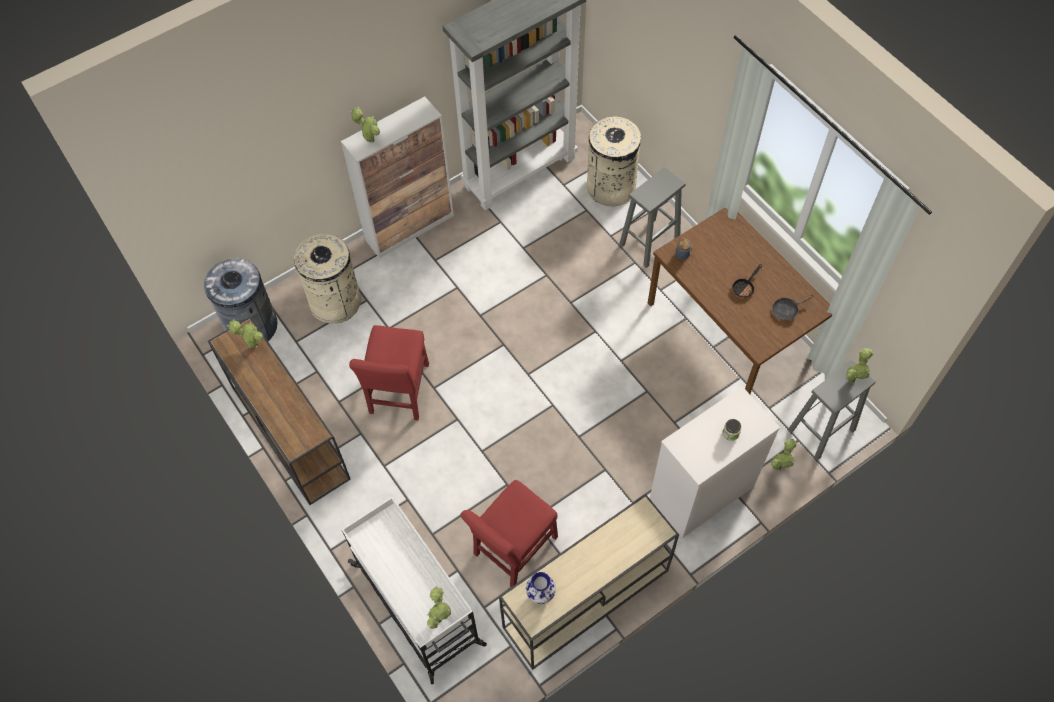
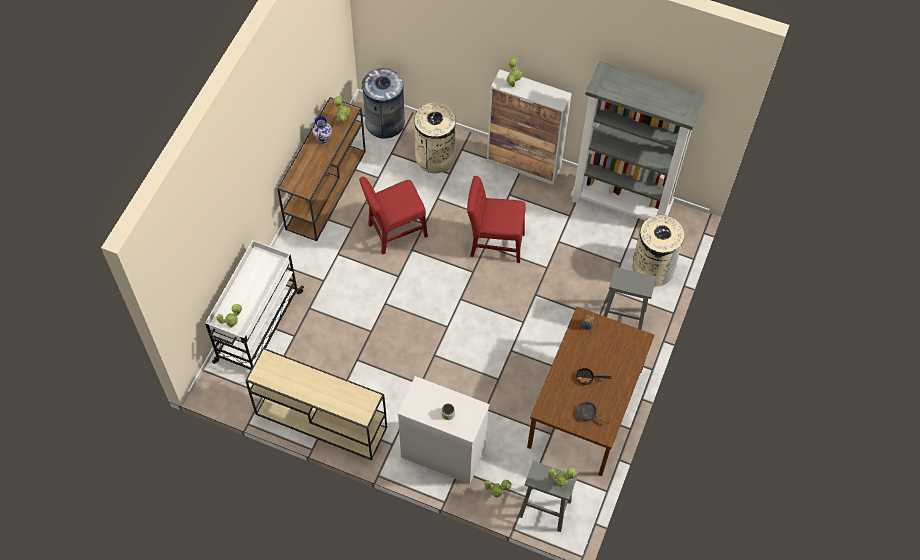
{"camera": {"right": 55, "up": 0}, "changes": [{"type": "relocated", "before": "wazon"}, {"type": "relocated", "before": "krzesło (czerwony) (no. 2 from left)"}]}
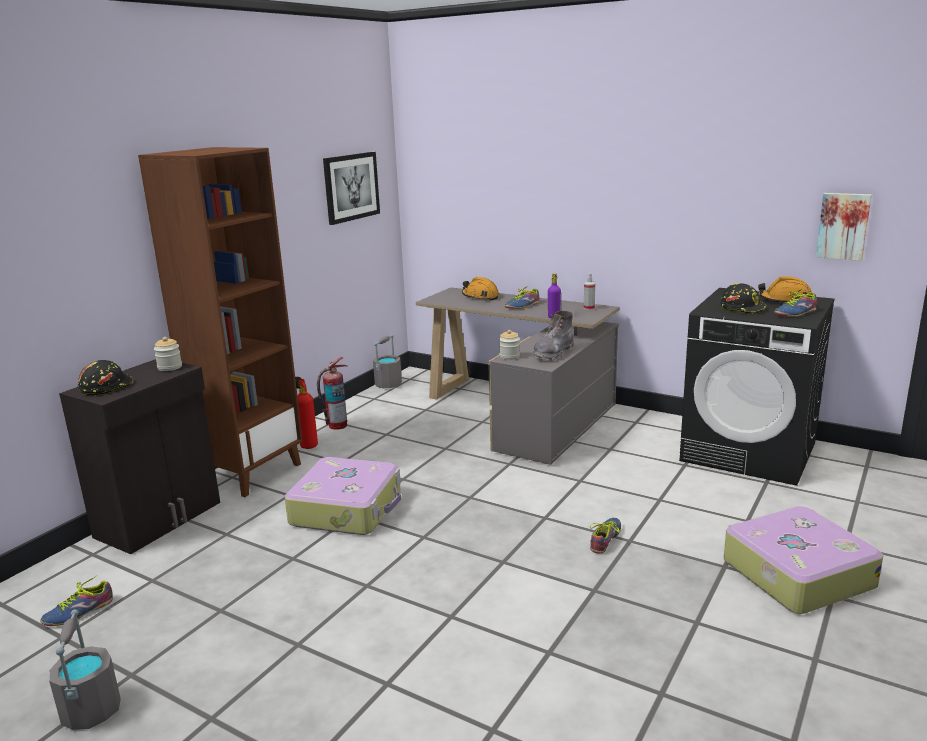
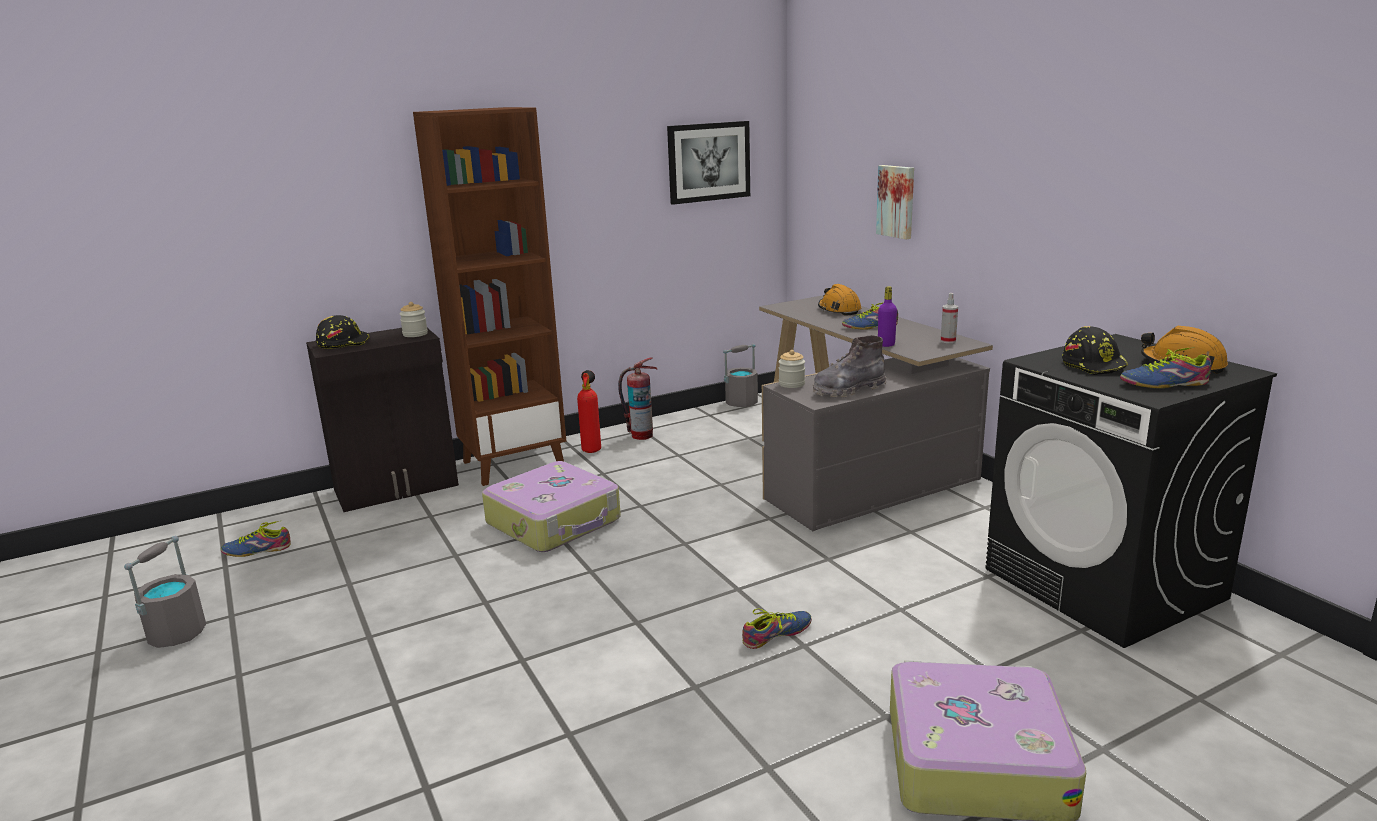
{"camera": {"right": 30, "up": 0}, "changes": [{"type": "relocated", "before": "obraz (no. 2 from left)"}]}
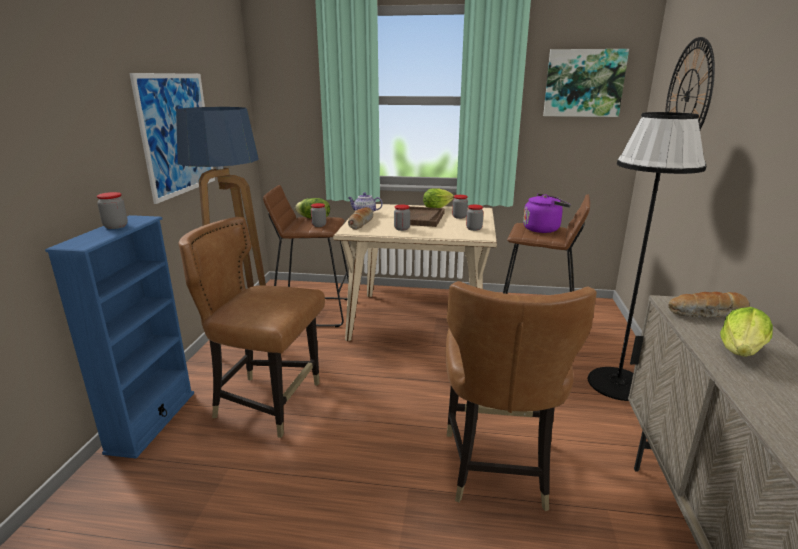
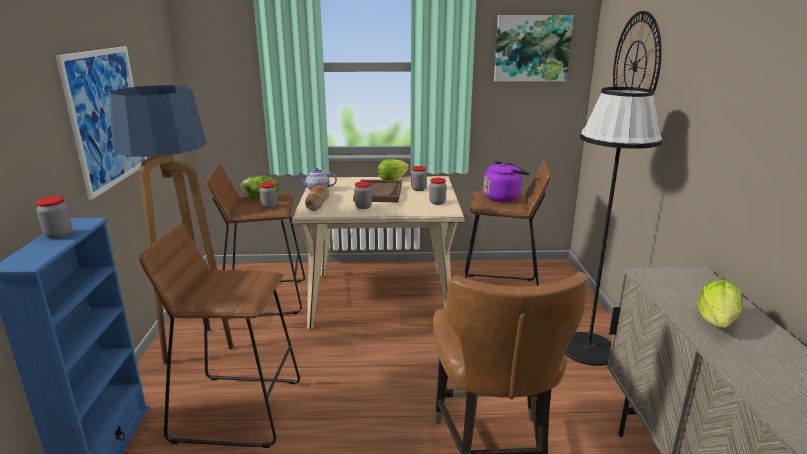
{"camera": {"right": -10, "up": 0}, "changes": [{"type": "exchanged", "before": "krzesło (brązowy) (no. 1 from left)", "after": "stołek (brązowy) (no. 1 from left)"}, {"type": "missing", "before": "chleb (no. 2 from left)"}]}
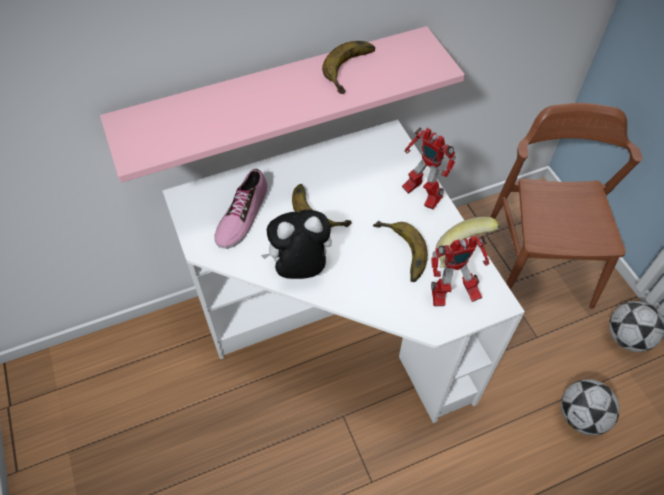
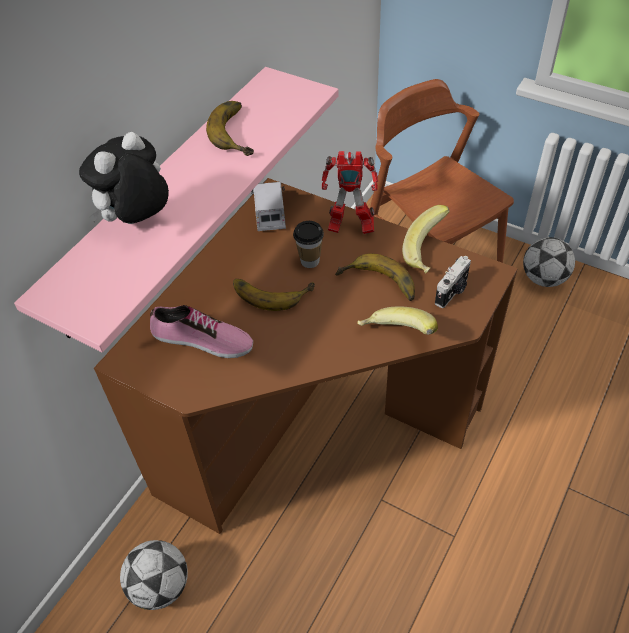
{"camera": {"right": -35, "up": -5}, "changes": [{"type": "relocated", "before": "pluszak"}, {"type": "colour", "before": "biurko (biały)", "after": "biurko (brązowy)"}, {"type": "relocated", "before": "piłka futbolowa (no. 1 from left)"}, {"type": "spun", "before": "but", "turn": -60}, {"type": "appeared", "after": "ciężarówka zabawkowa"}, {"type": "appeared", "after": "filiżanka"}, {"type": "appeared", "after": "banan (no. 4 from left)"}, {"type": "exchanged", "before": "robot zabawkowy (no. 2 from left)", "after": "aparat fotograficzny"}]}
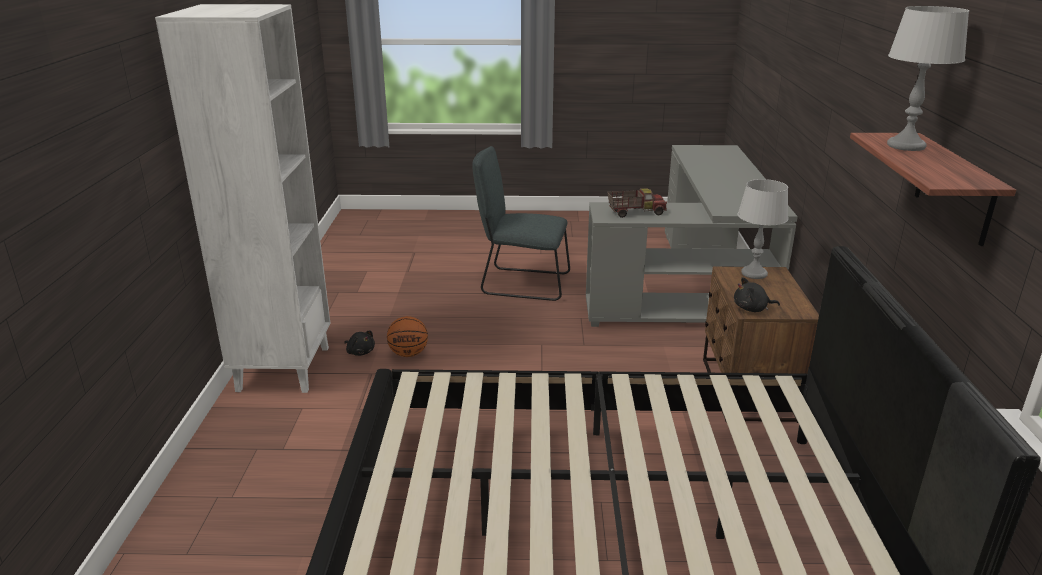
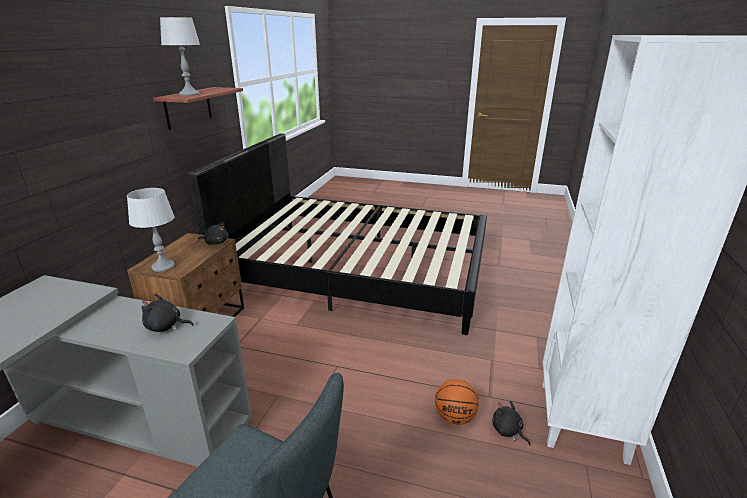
{"camera": {"right": -165, "up": 0}, "changes": [{"type": "exchanged", "before": "ciężarówka zabawkowa", "after": "pluszak (czarny) (no. 1 from left)"}]}
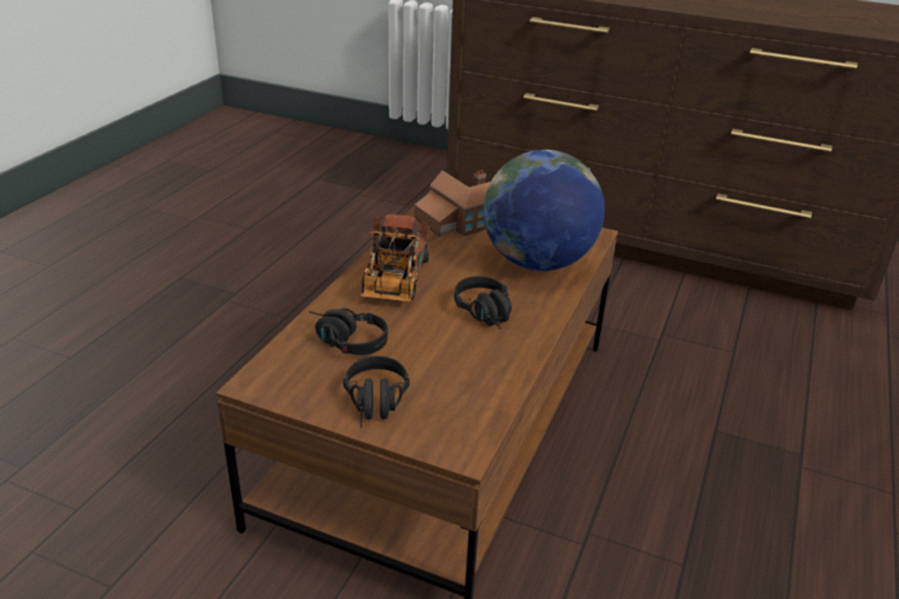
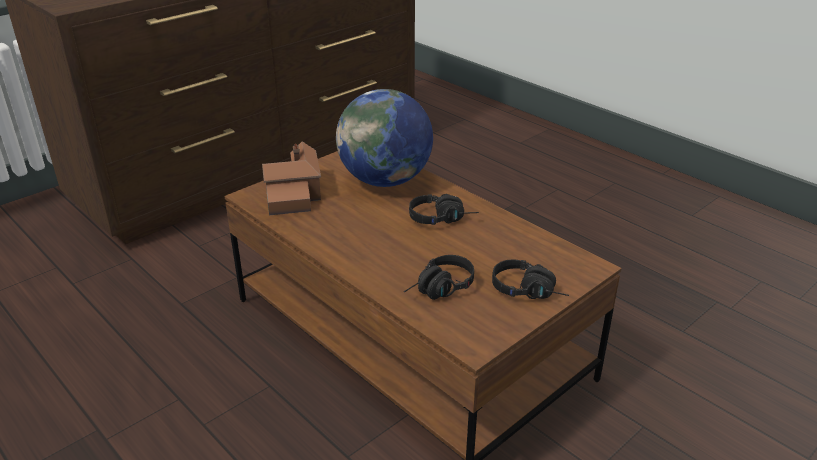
{"camera": {"right": -65, "up": 0}, "changes": [{"type": "missing", "before": "ciężarówka zabawkowa"}]}
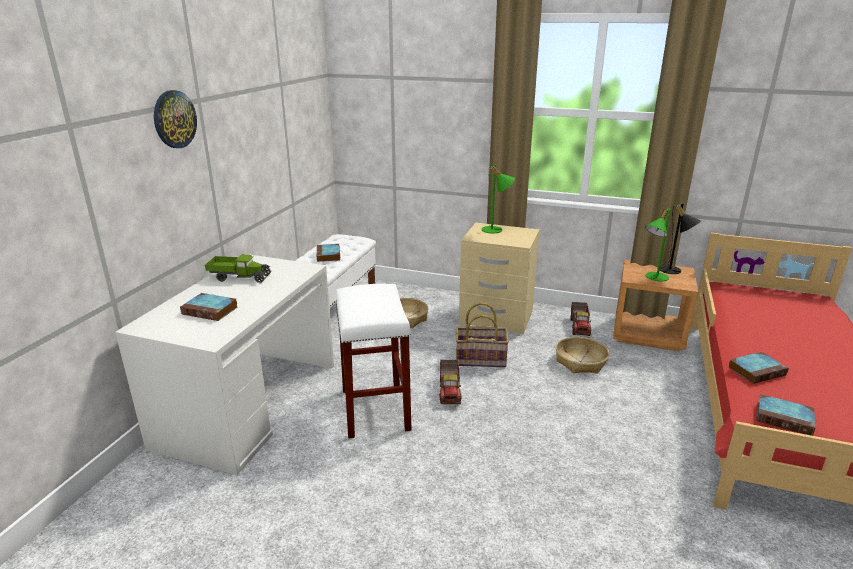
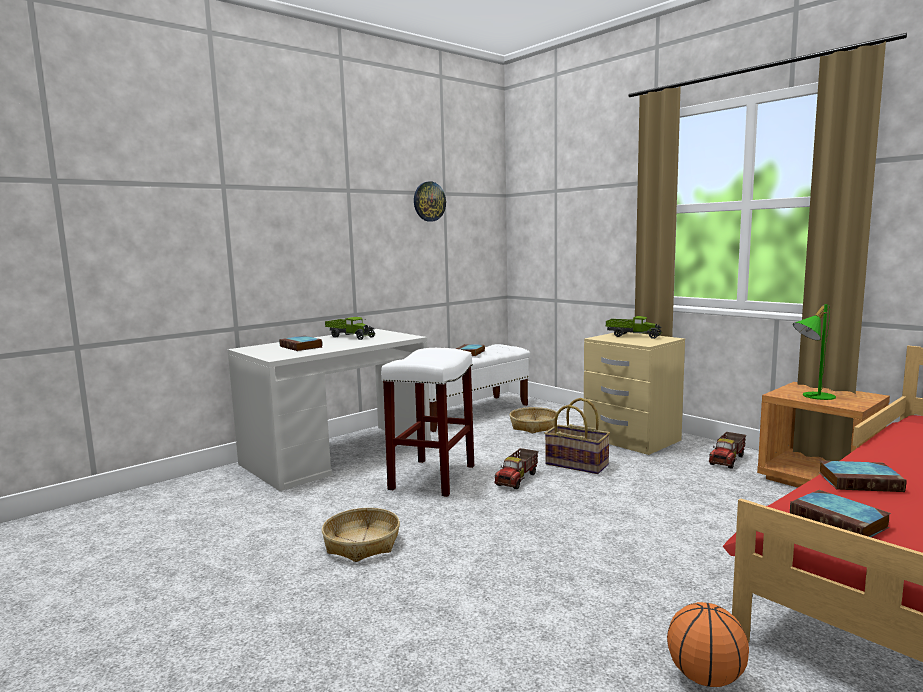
{"camera": {"right": 30, "up": -15}, "changes": [{"type": "relocated", "before": "koszyk (no. 3 from left in the first image)", "after": "koszyk (no. 1 from left)"}, {"type": "relocated", "before": "zegar ścienny"}, {"type": "exchanged", "before": "lampa stołowa (zielony) (no. 1 from left)", "after": "ciężarówka zabawkowa (no. 3 from left)"}, {"type": "appeared", "after": "piłka do koszykówki"}, {"type": "missing", "before": "lampa stołowa (czarny)"}]}
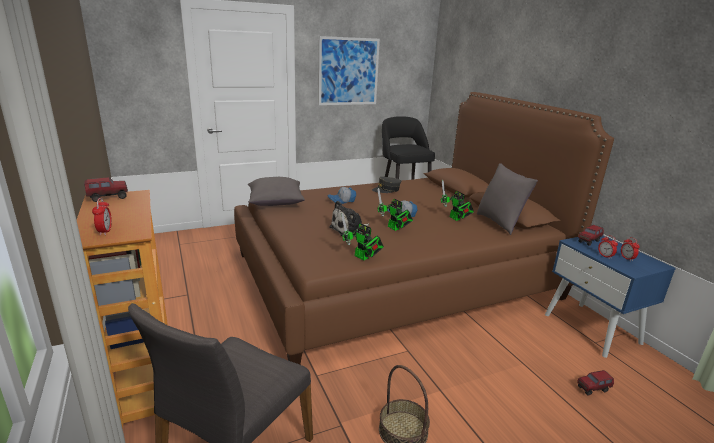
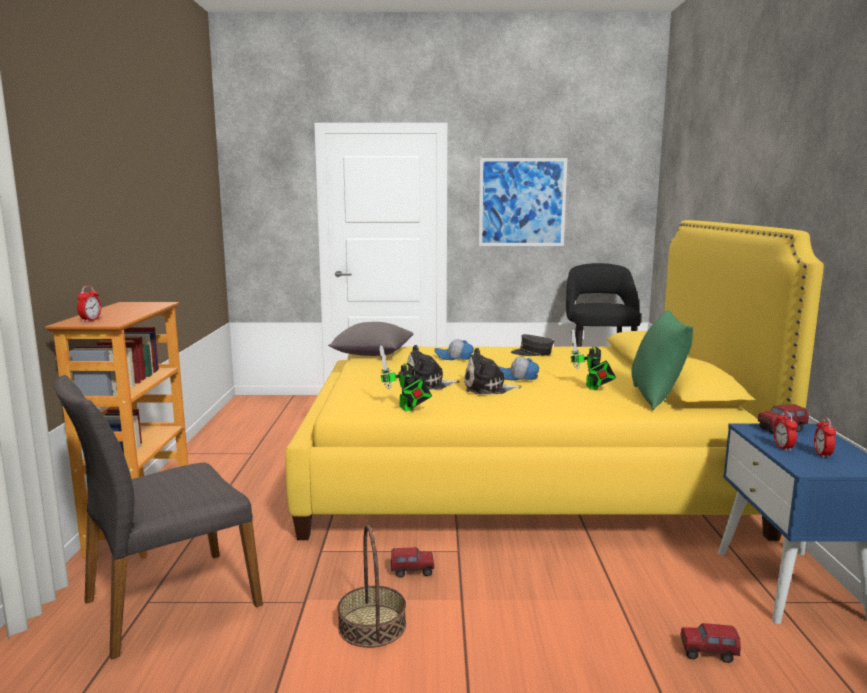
{"camera": {"right": 25, "up": -10}, "changes": [{"type": "colour", "before": "łóżko (brązowy)", "after": "łóżko (żółty)"}, {"type": "relocated", "before": "ciężarówka zabawkowa (no. 1 from left)"}, {"type": "exchanged", "before": "robot zabawkowy (no. 2 from left)", "after": "pluszak (no. 2 from left)"}, {"type": "colour", "before": "poduszka (szary) (no. 2 from left)", "after": "poduszka (zielony)"}]}
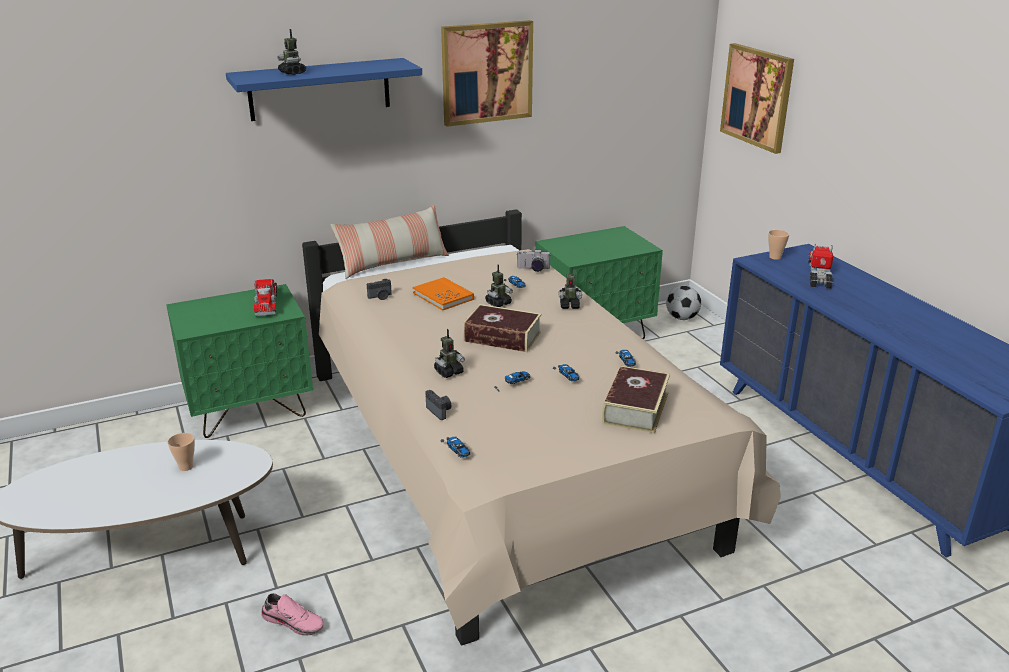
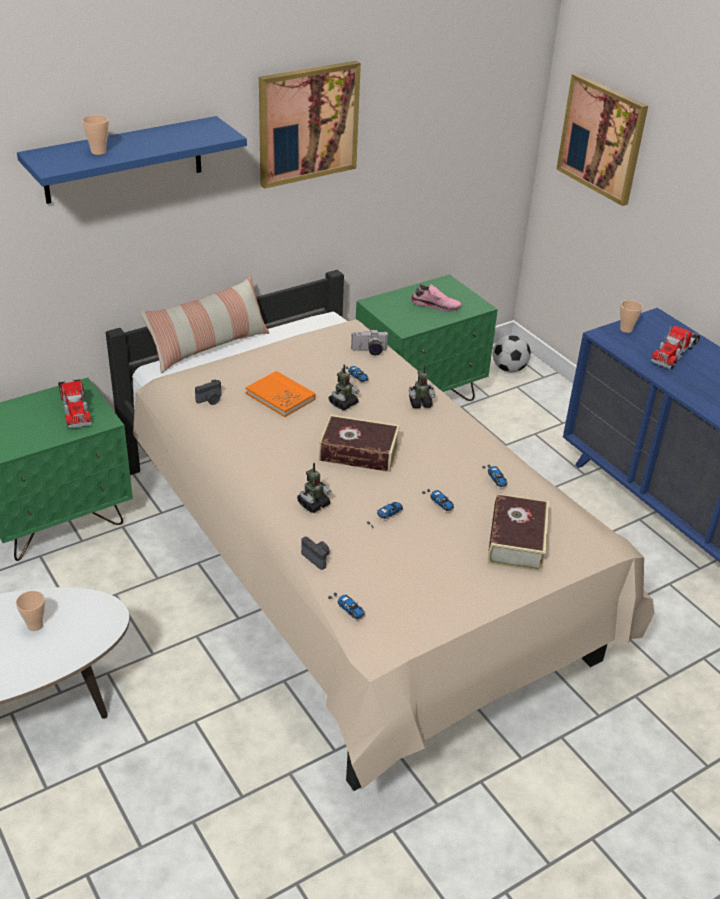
{"camera": {"right": -10, "up": 10}, "changes": [{"type": "exchanged", "before": "robot zabawkowy (no. 1 from left)", "after": "filiżanka (no. 2 from left)"}, {"type": "relocated", "before": "but (różowy)"}, {"type": "spun", "before": "ciężarówka zabawkowa (no. 2 from left)", "turn": -150}]}
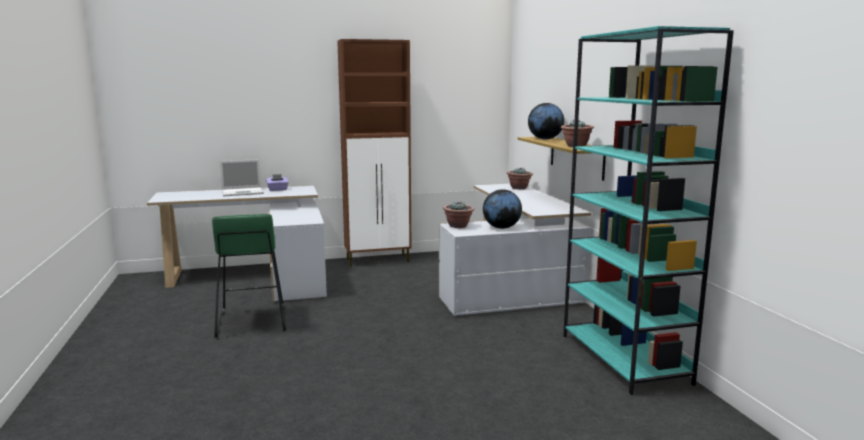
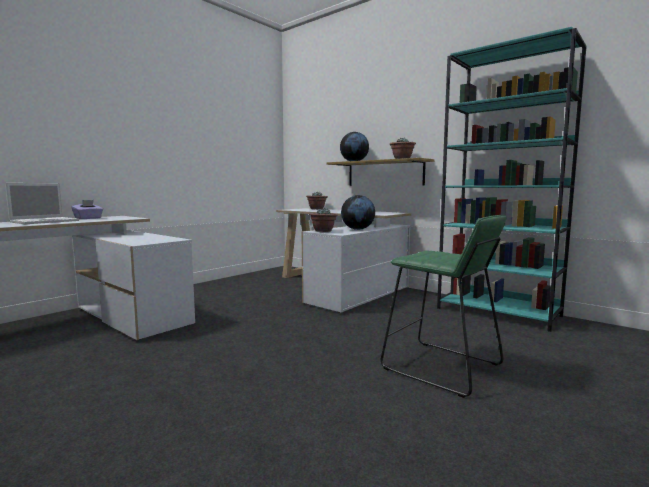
{"camera": {"right": -35, "up": -5}, "changes": [{"type": "relocated", "before": "stołek (zielony)"}, {"type": "missing", "before": "szafka (brązowy)"}]}
